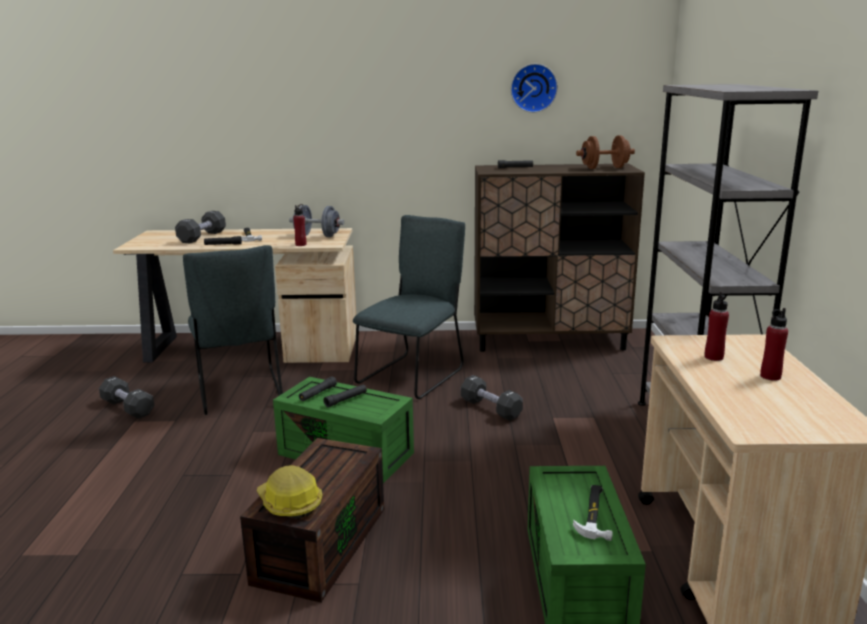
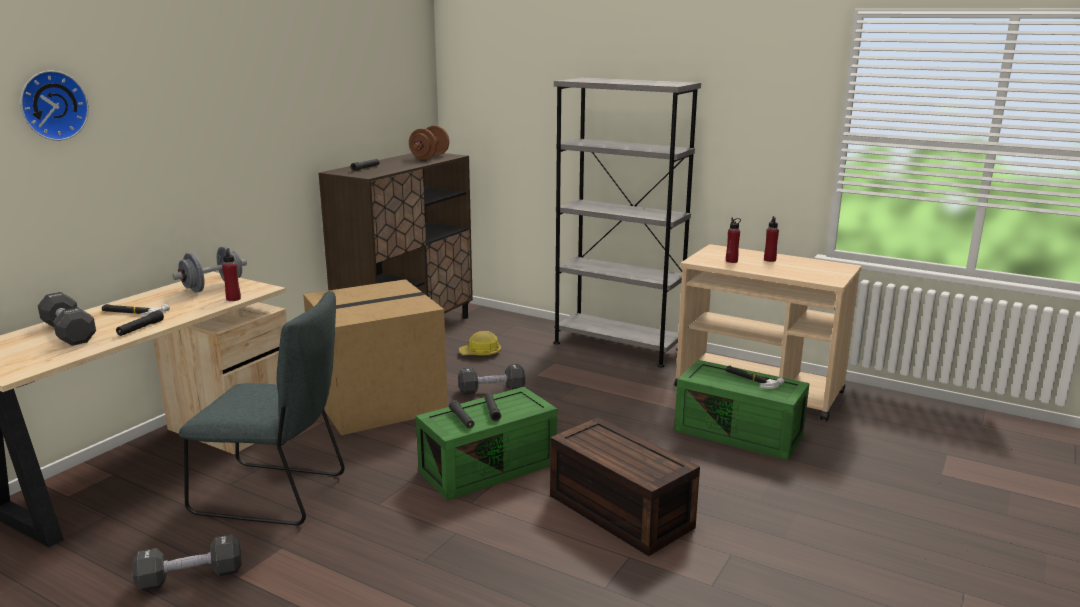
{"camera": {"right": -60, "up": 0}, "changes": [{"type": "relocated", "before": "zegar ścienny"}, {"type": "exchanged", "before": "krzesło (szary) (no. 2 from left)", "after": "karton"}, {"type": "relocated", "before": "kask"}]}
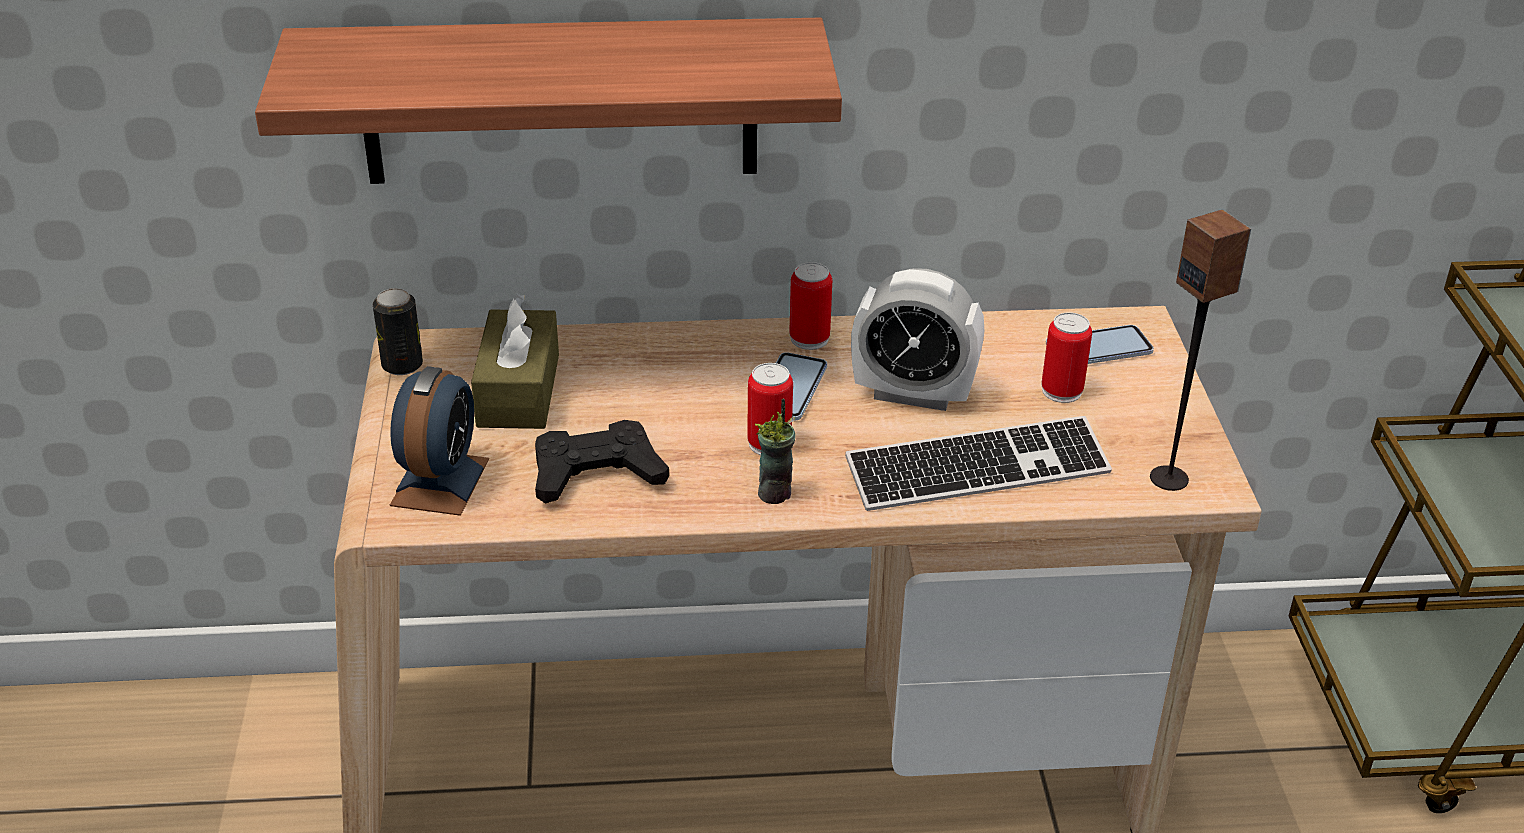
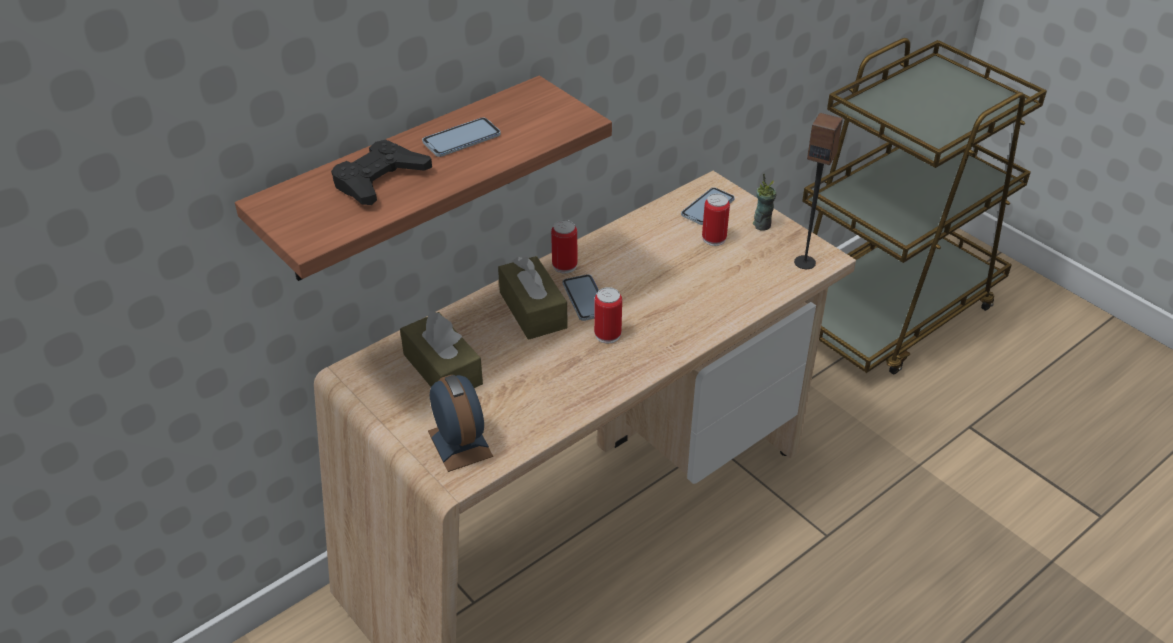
{"camera": {"right": -35, "up": 5}, "changes": [{"type": "relocated", "before": "pad do gier (czarny)"}, {"type": "appeared", "after": "telefon (no. 1 from left)"}, {"type": "appeared", "after": "pudełko chusteczek (brązowy) (no. 2 from left)"}, {"type": "relocated", "before": "filiżanka"}, {"type": "missing", "before": "puszka (no. 1 from left)"}, {"type": "missing", "before": "klawiatura"}, {"type": "missing", "before": "budzik (no. 2 from left)"}]}
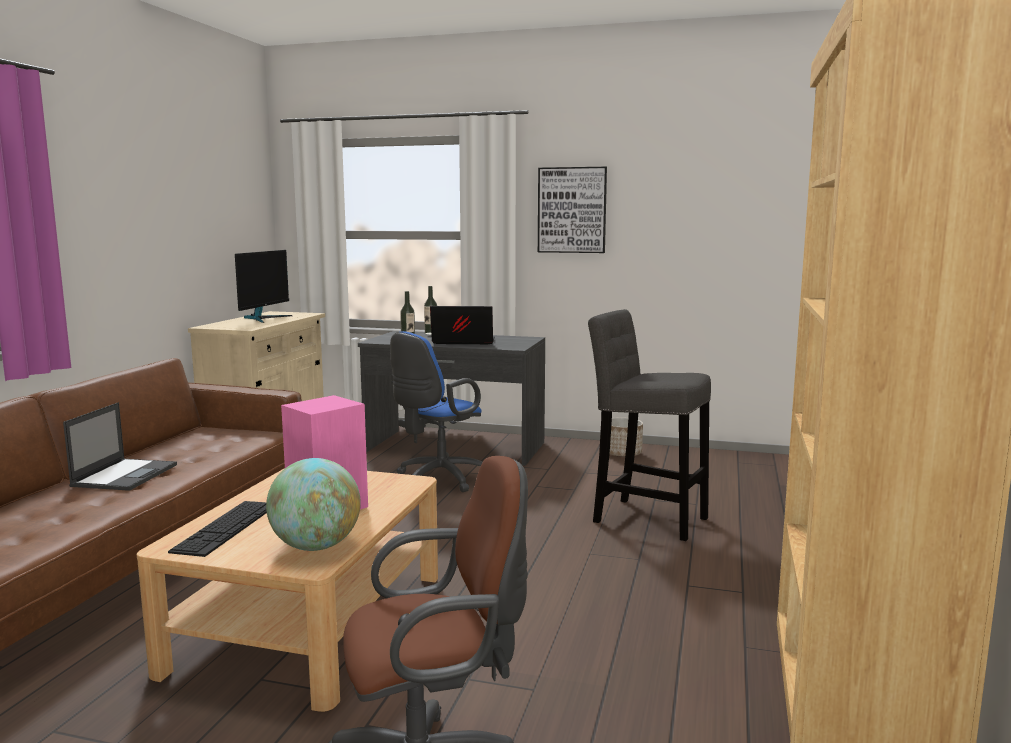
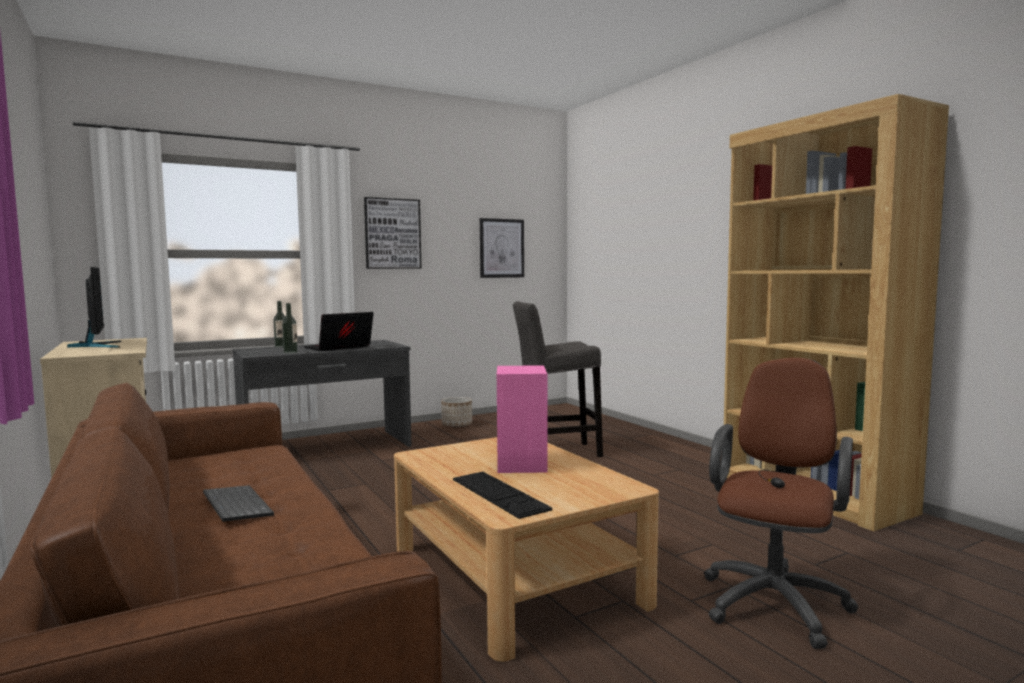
{"camera": {"right": -45, "up": -5}, "changes": [{"type": "exchanged", "before": "laptop (no. 1 from left)", "after": "klawiatura (no. 1 from left)"}, {"type": "appeared", "after": "obraz (no. 2 from left)"}, {"type": "missing", "before": "globus"}, {"type": "missing", "before": "krzesło biurowe (niebieski)"}]}
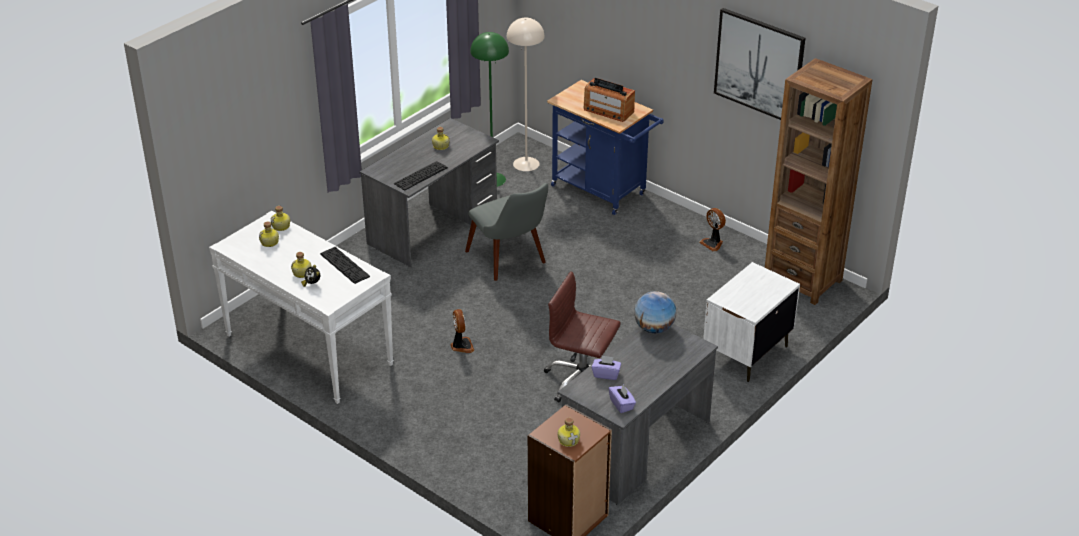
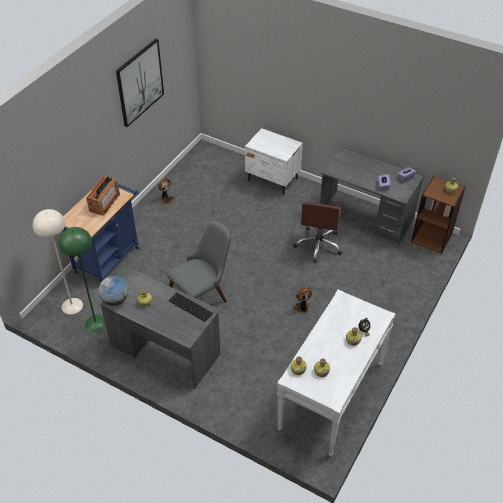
{"camera": {"right": -100, "up": 10}, "changes": [{"type": "relocated", "before": "globus"}, {"type": "missing", "before": "klawiatura (no. 1 from left)"}, {"type": "missing", "before": "regał (brązowy) (no. 2 from left)"}]}
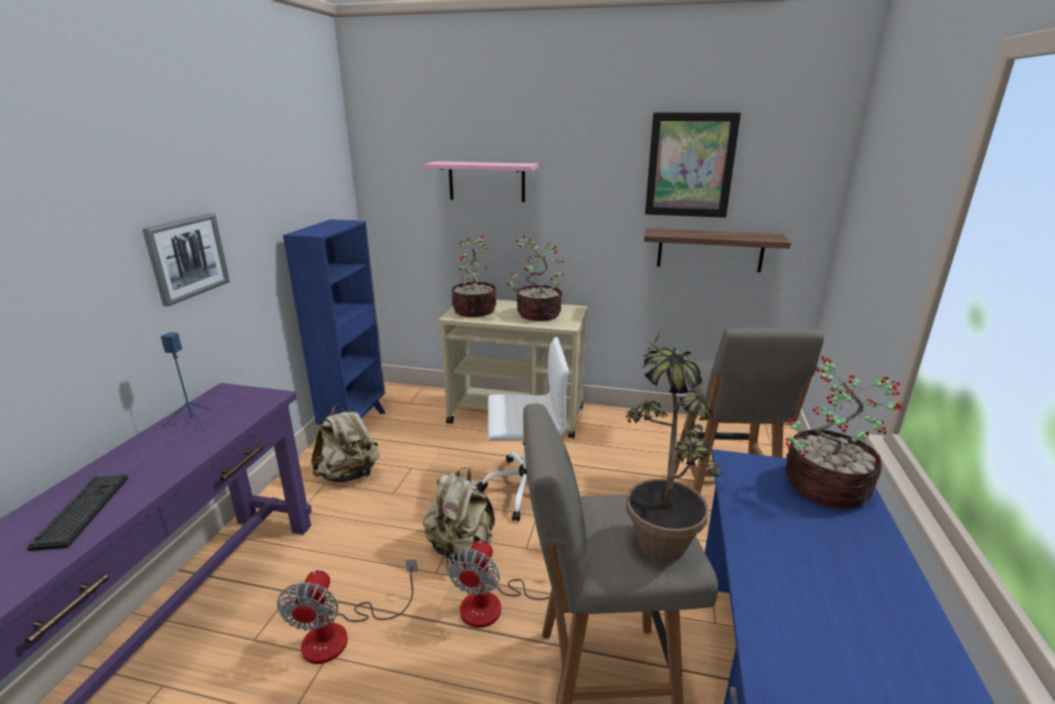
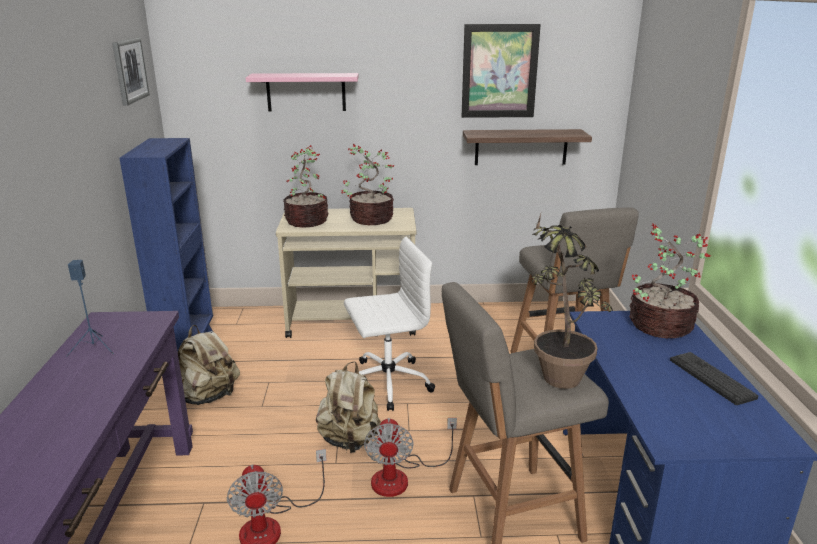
{"camera": {"right": -15, "up": 0}, "changes": [{"type": "relocated", "before": "obraz (no. 1 from left)"}, {"type": "relocated", "before": "klawiatura"}]}
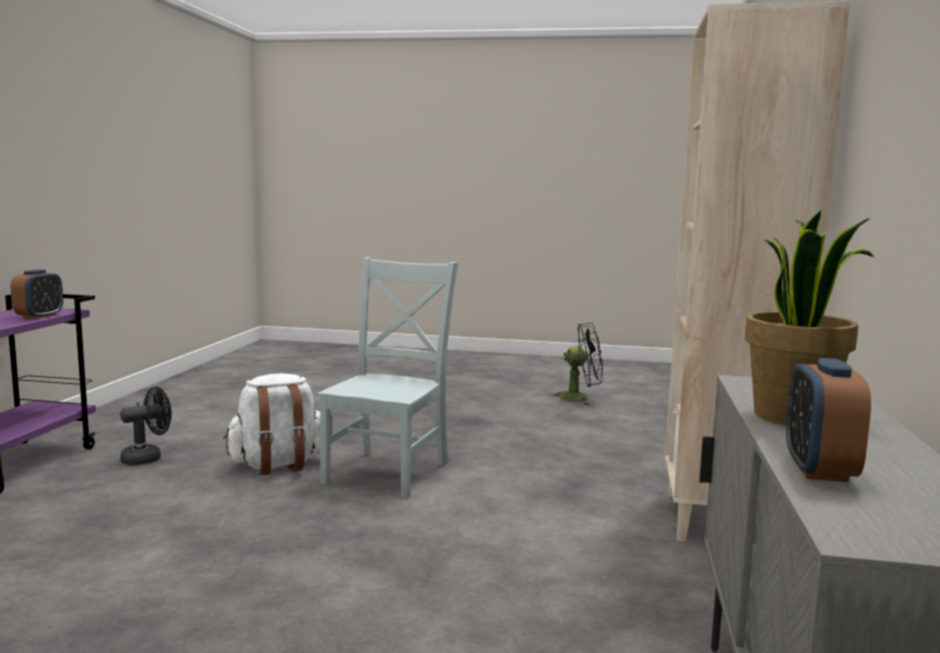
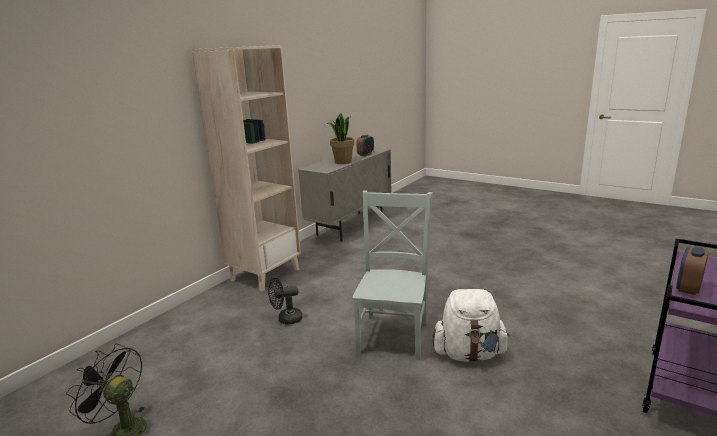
{"camera": {"right": -155, "up": 10}, "changes": [{"type": "relocated", "before": "wentylator (czarny) (no. 1 from left in the first image)", "after": "wentylator (czarny) (no. 2 from left)"}, {"type": "spun", "before": "krzesło (szary)", "turn": 150}]}
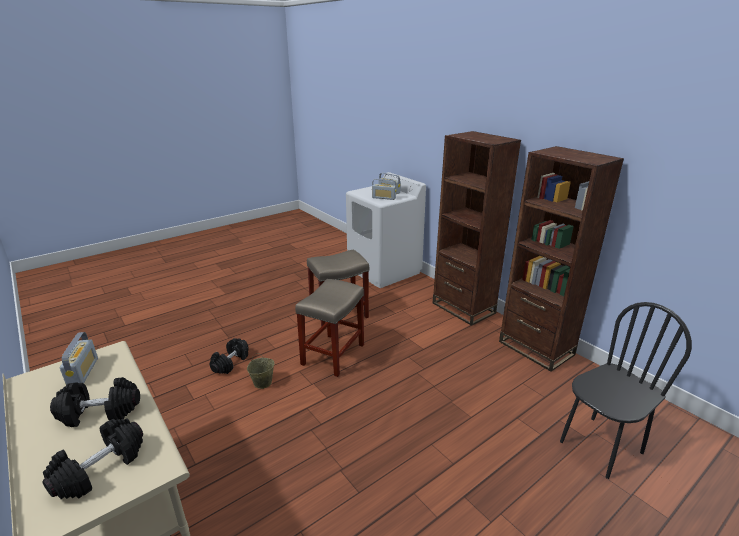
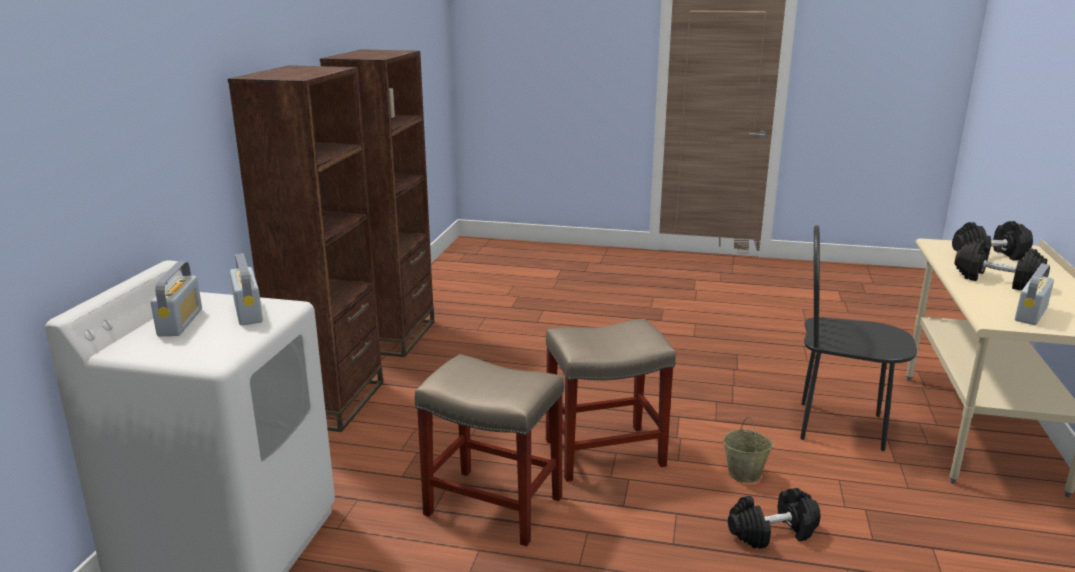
{"camera": {"right": -130, "up": -5}, "changes": [{"type": "relocated", "before": "krzesło (czarny)"}]}
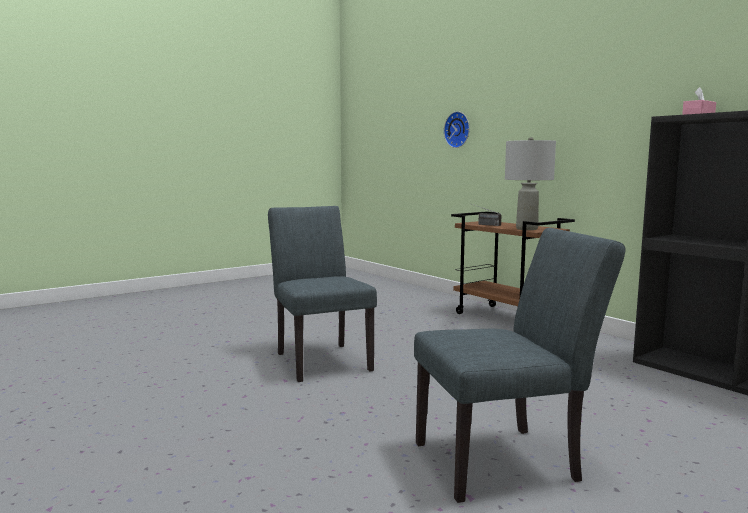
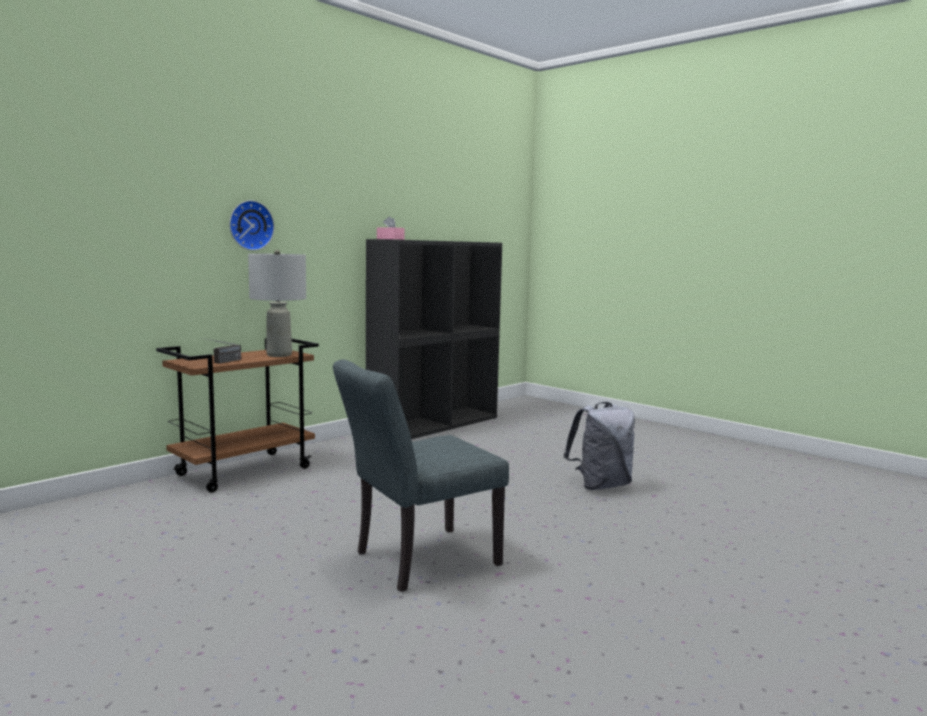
{"camera": {"right": -100, "up": 0}, "changes": [{"type": "relocated", "before": "zegar ścienny"}, {"type": "exchanged", "before": "krzesło (szary) (no. 2 from left)", "after": "plecak (szary)"}]}
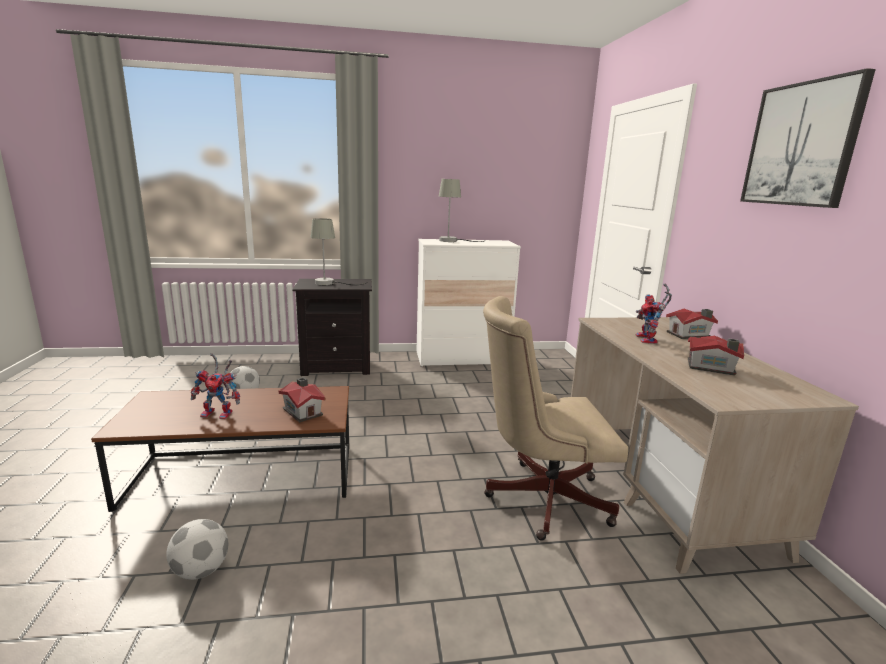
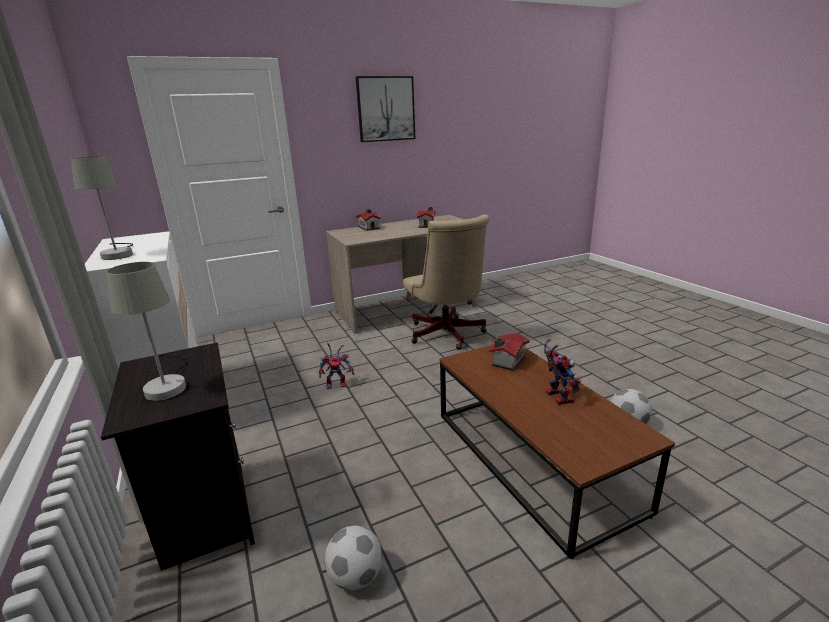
{"camera": {"right": -105, "up": 5}, "changes": [{"type": "relocated", "before": "robot zabawkowy (no. 2 from left in the first image)", "after": "robot zabawkowy (no. 1 from left)"}]}
